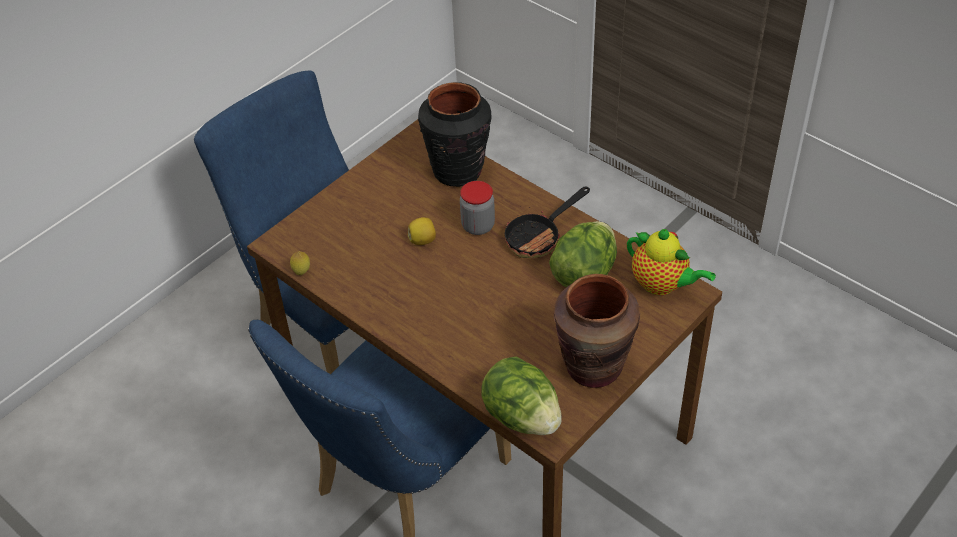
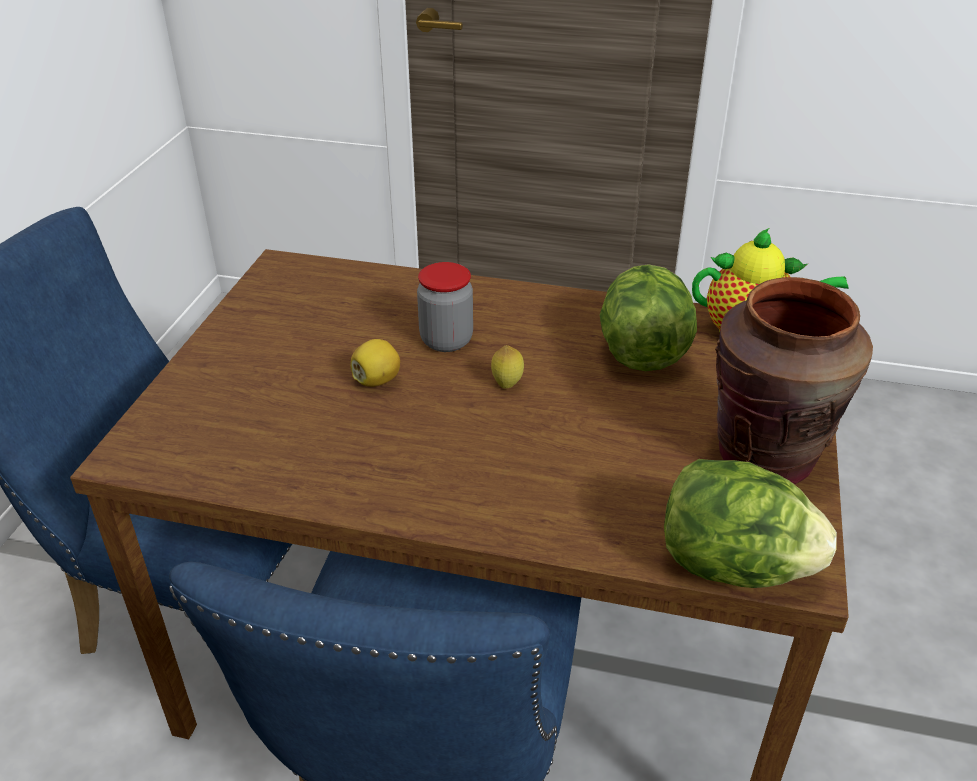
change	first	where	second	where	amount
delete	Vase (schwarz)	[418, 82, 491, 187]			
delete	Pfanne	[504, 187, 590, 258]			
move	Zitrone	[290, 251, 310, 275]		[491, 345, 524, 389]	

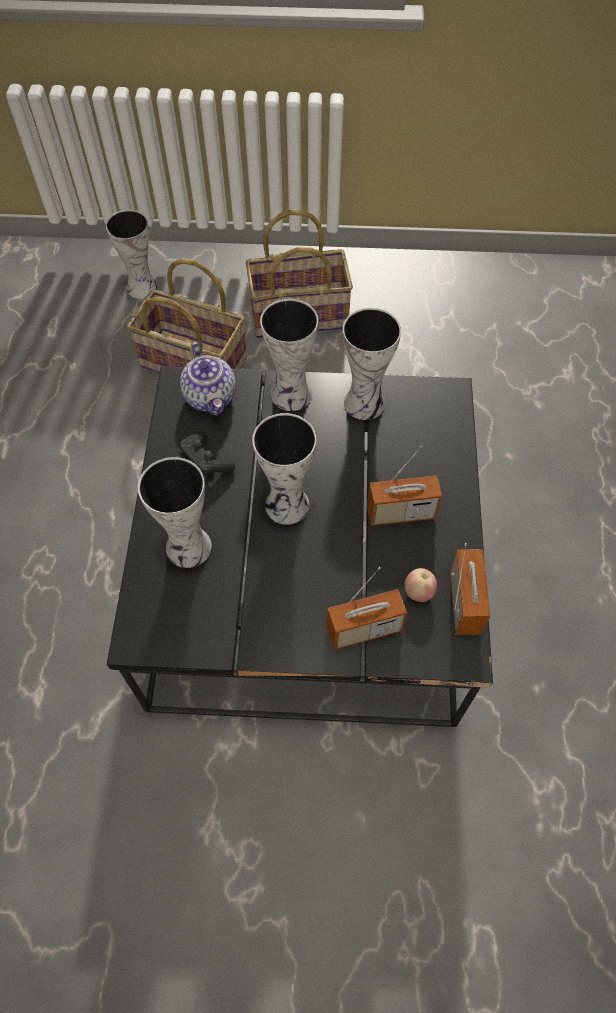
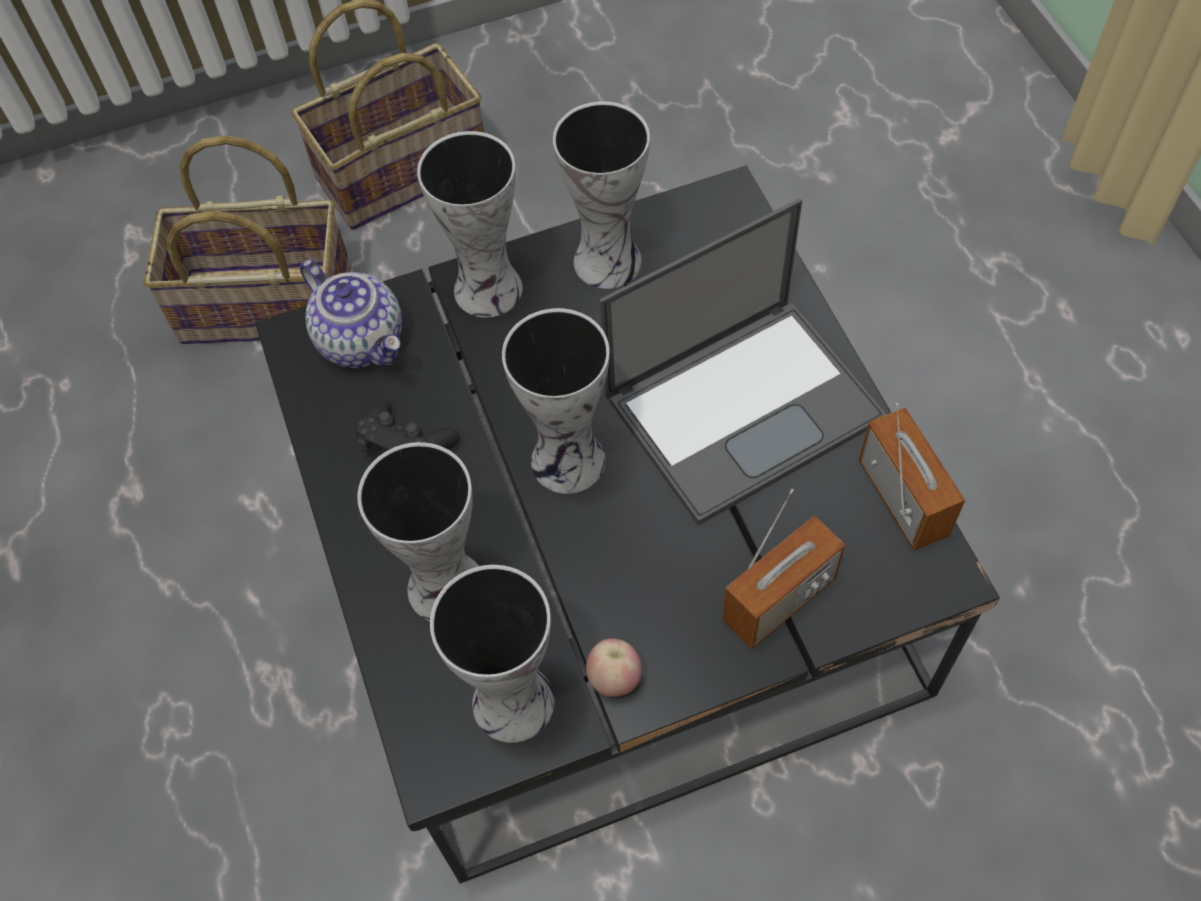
change	first	where	second	where	amount
move	Vase	[106, 210, 158, 299]		[430, 565, 554, 743]	
replace	Radio	[367, 445, 442, 526]	Laptop	[600, 198, 887, 526]	
move	Apfel	[404, 568, 437, 602]		[586, 638, 642, 697]	

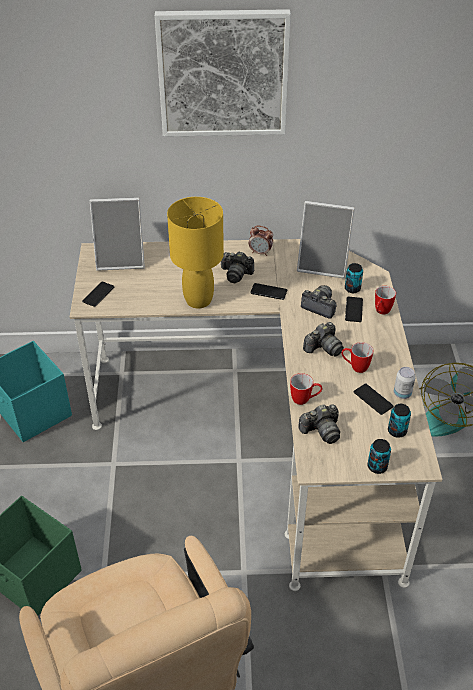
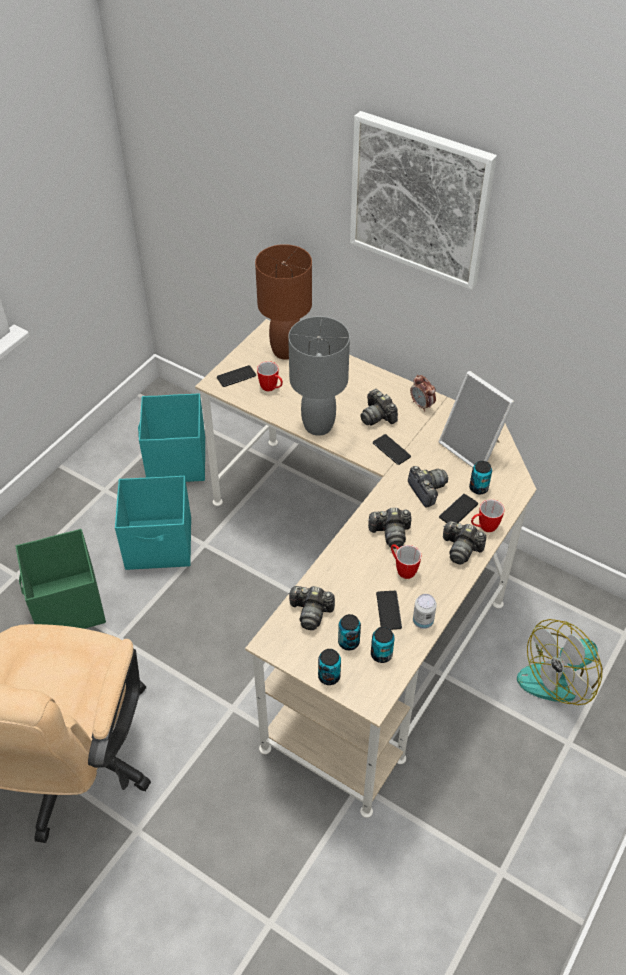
change	first	where	second	where	amount
replace	Bilderrahmen	[90, 197, 145, 271]	Tischlampe (braun)	[255, 244, 312, 360]	
recolor	Tischlampe (gelb)	[167, 197, 224, 309]	Tischlampe (grau)	[288, 316, 350, 436]	
move	Henkelbecher	[290, 373, 322, 405]		[257, 361, 283, 391]	
insert			Aufbewahrungsbox (türkis)	[115, 476, 191, 570]	
insert			Kamera	[443, 521, 487, 564]	
insert			Dose	[338, 614, 361, 650]	

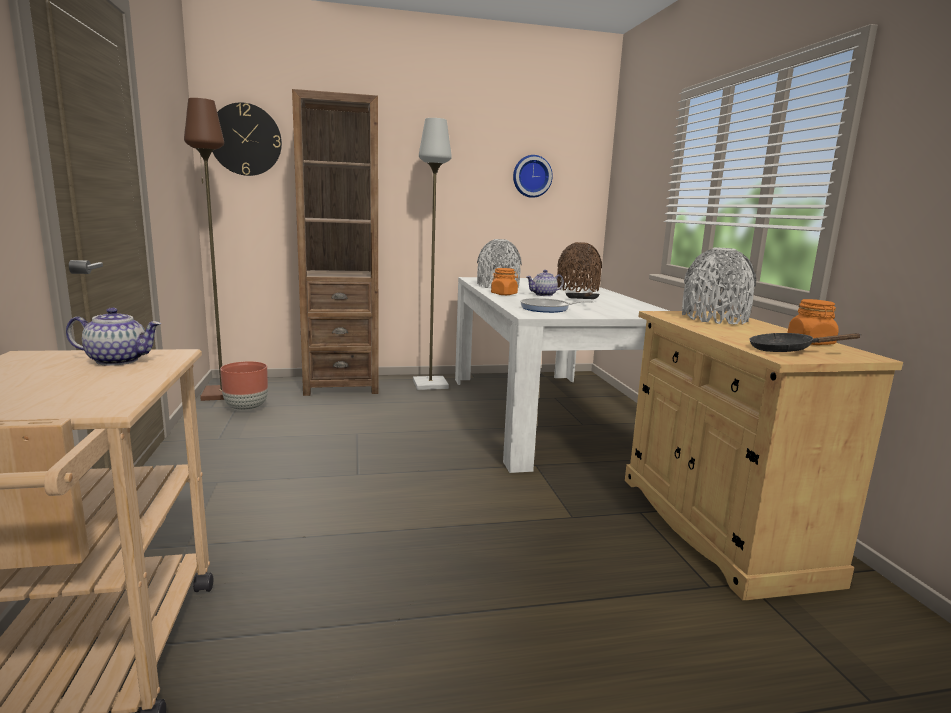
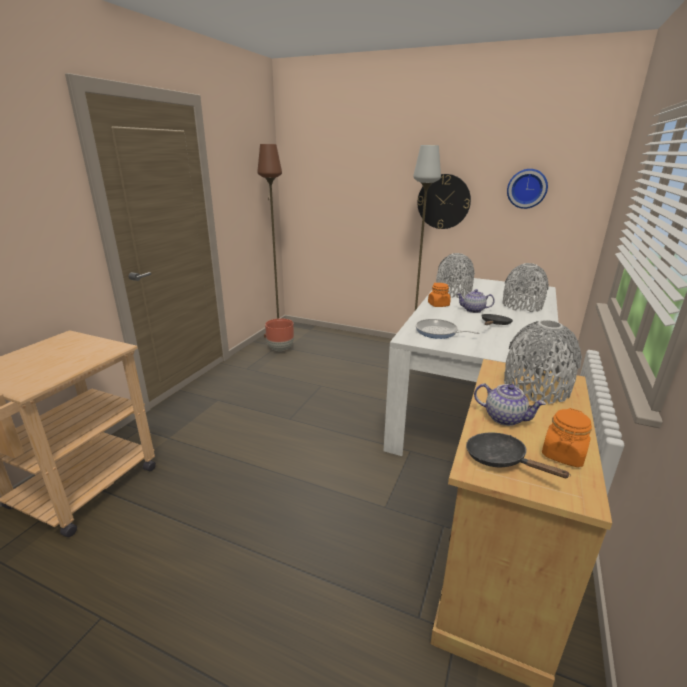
change	first	where	second	where	amount
delete	Bücherregal (braun)	[292, 89, 379, 396]			
move	Wanduhr	[213, 102, 282, 176]		[418, 174, 471, 229]	
recolor	Vase (braun)	[557, 242, 602, 292]	Vase (grau)	[502, 263, 549, 312]	
move	Teekanne	[66, 308, 161, 366]		[474, 384, 546, 426]	

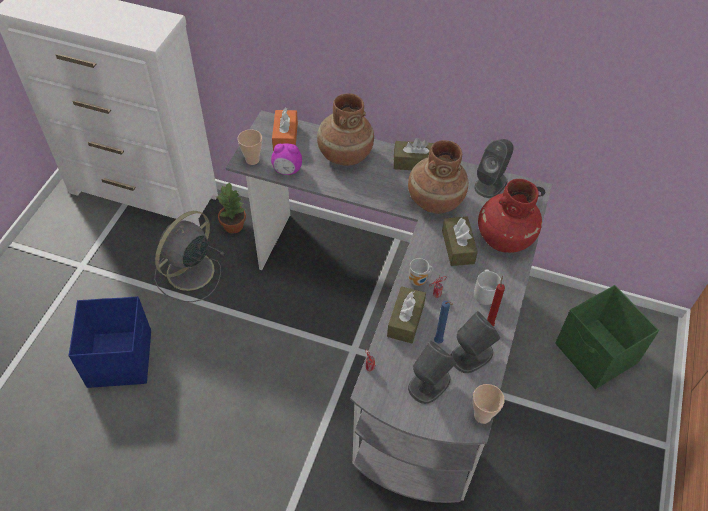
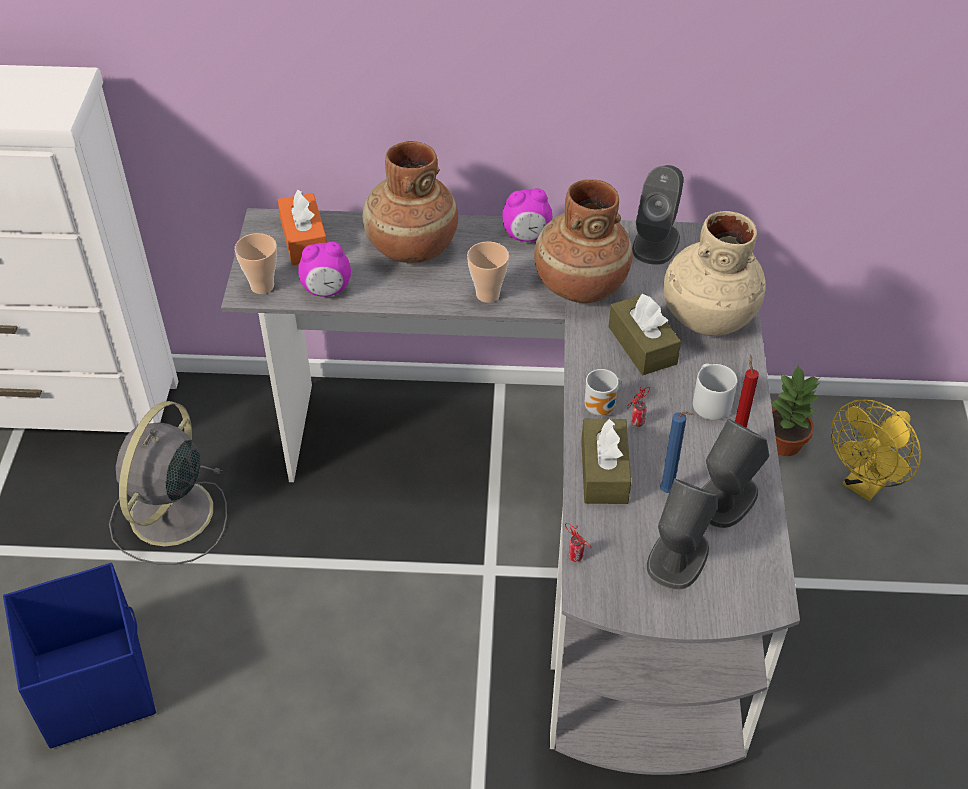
change	first	where	second	where	amount
replace	Taschentuchbox (braun)	[394, 138, 434, 170]	Wecker	[502, 188, 552, 242]	
recolor	Vase (rot)	[478, 179, 542, 253]	Vase (beige)	[663, 211, 765, 336]	
move	Topfpflanze	[215, 182, 246, 233]		[771, 365, 821, 456]	
replace	Aufbewahrungsbox (grün)	[555, 285, 659, 389]	Ventilator (gelb)	[831, 400, 921, 501]	
move	Tasse	[472, 384, 505, 424]		[467, 241, 509, 303]	

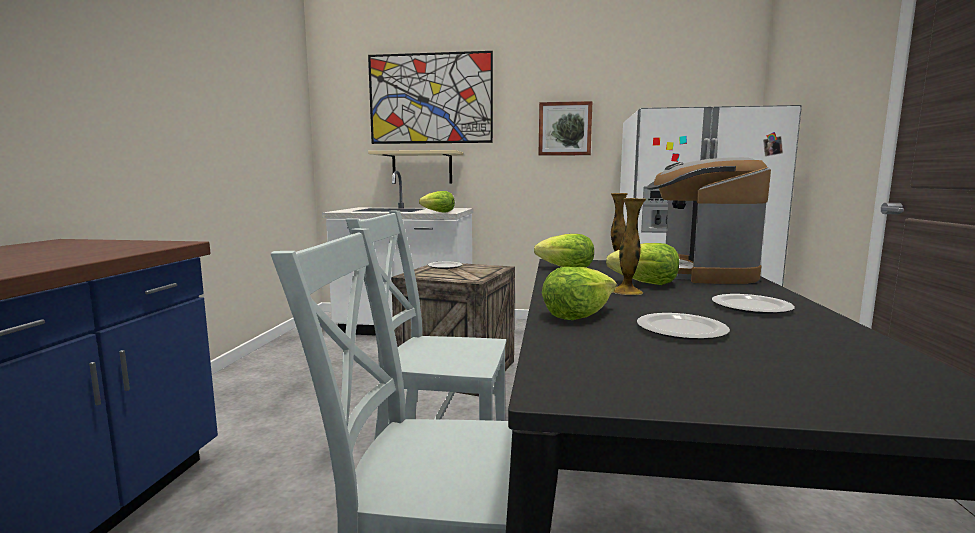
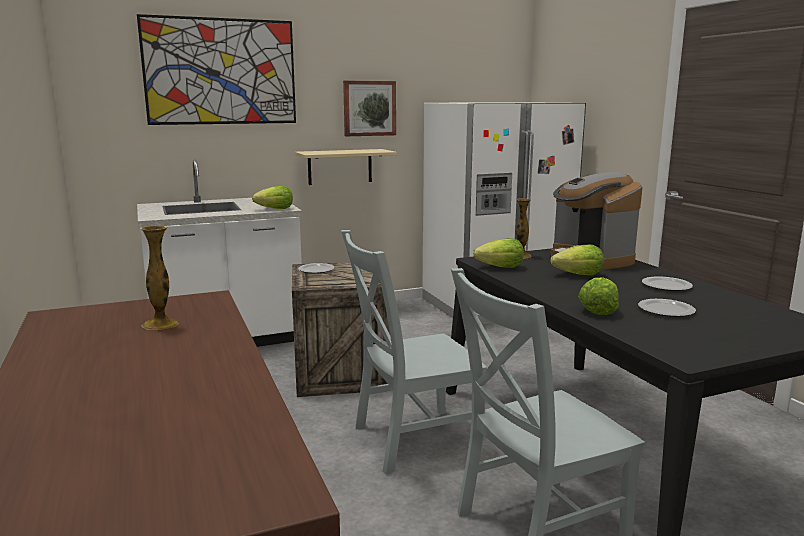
change	first	where	second	where	amount
move	Wandregal (beige)	[368, 150, 463, 184]		[295, 149, 397, 185]	
move	Vase	[613, 198, 646, 295]		[141, 226, 179, 330]	

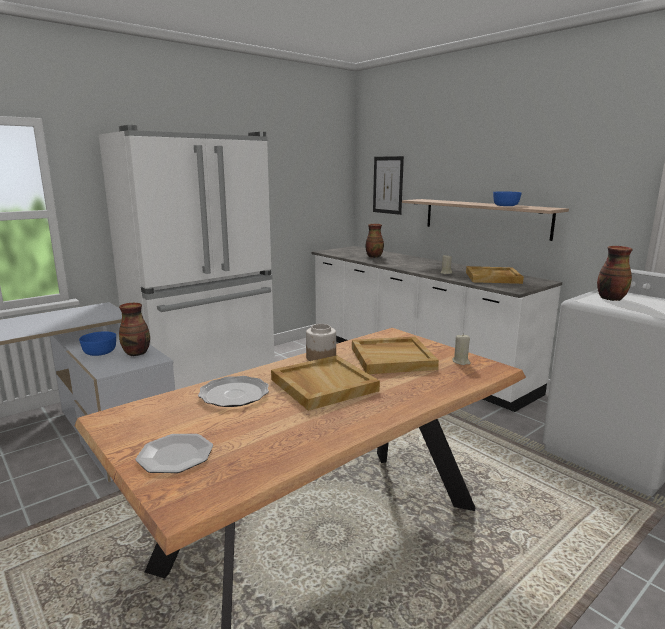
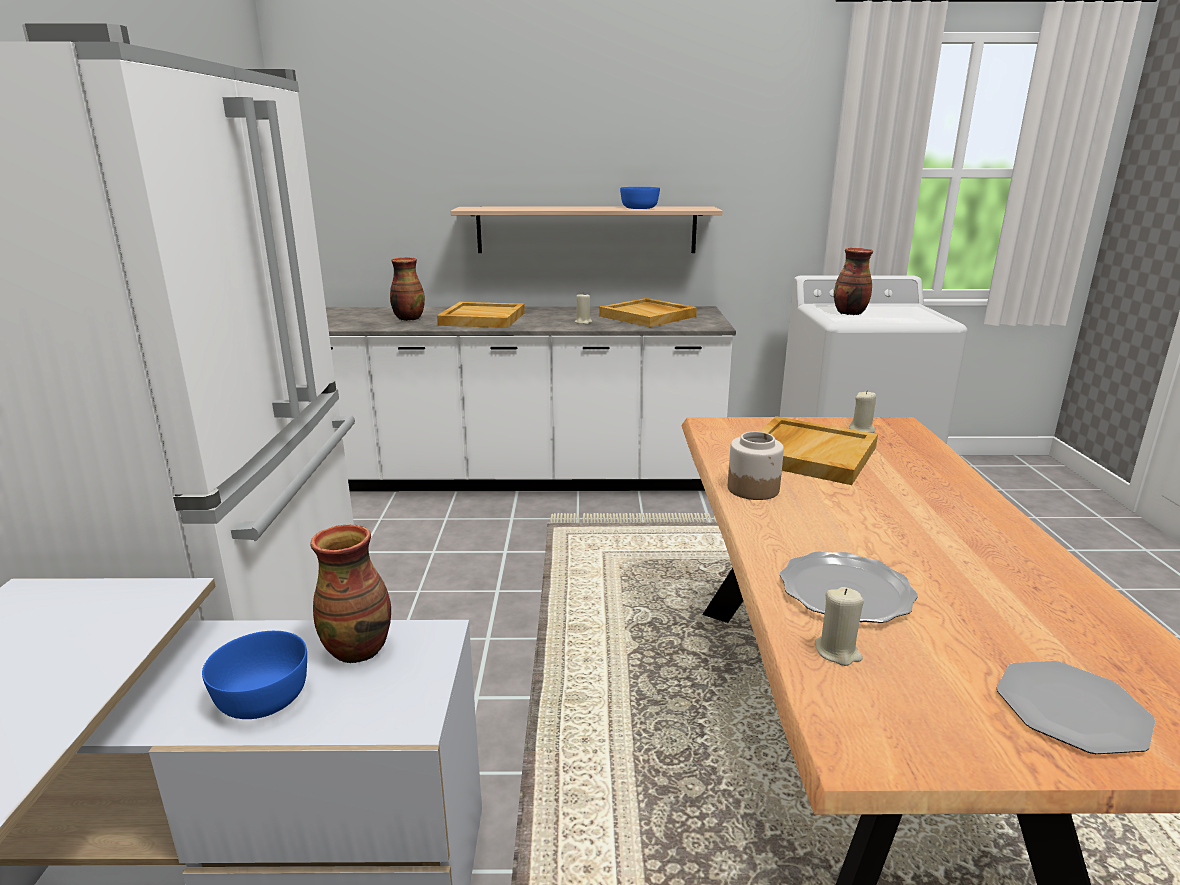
change	first	where	second	where	amount
delete	Bild	[373, 156, 404, 215]			
move	Tablett (beige)	[271, 355, 380, 411]		[437, 302, 525, 328]	
insert			Kerze (beige)	[815, 587, 864, 666]	

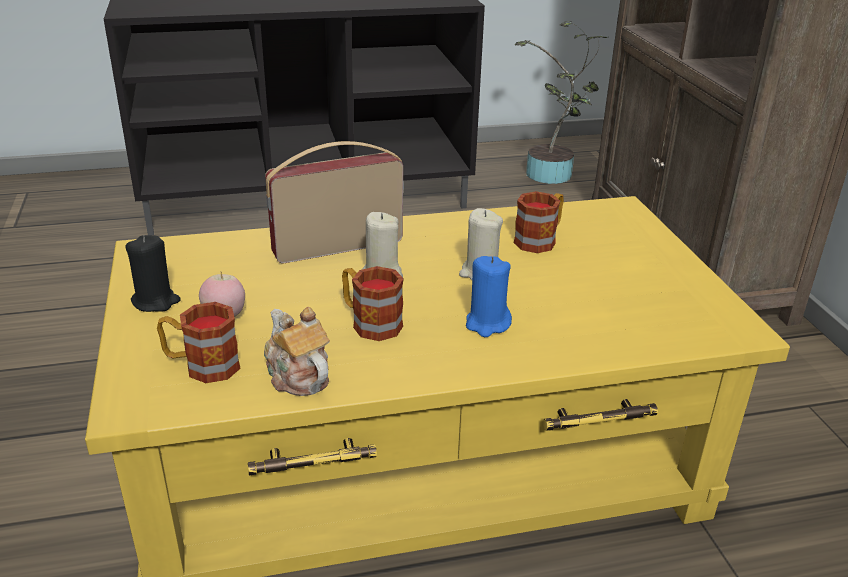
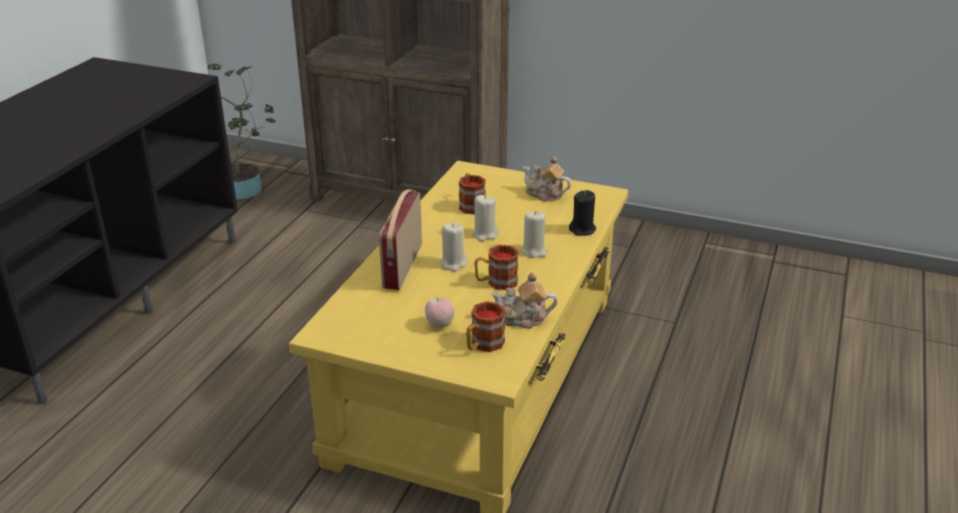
change	first	where	second	where	amount
move	Kerze (schwarz)	[125, 235, 181, 312]		[569, 190, 596, 236]	
recolor	Kerze (blau)	[466, 256, 512, 337]	Kerze (beige)	[521, 211, 547, 258]	
insert			Teekanne	[523, 156, 571, 201]	

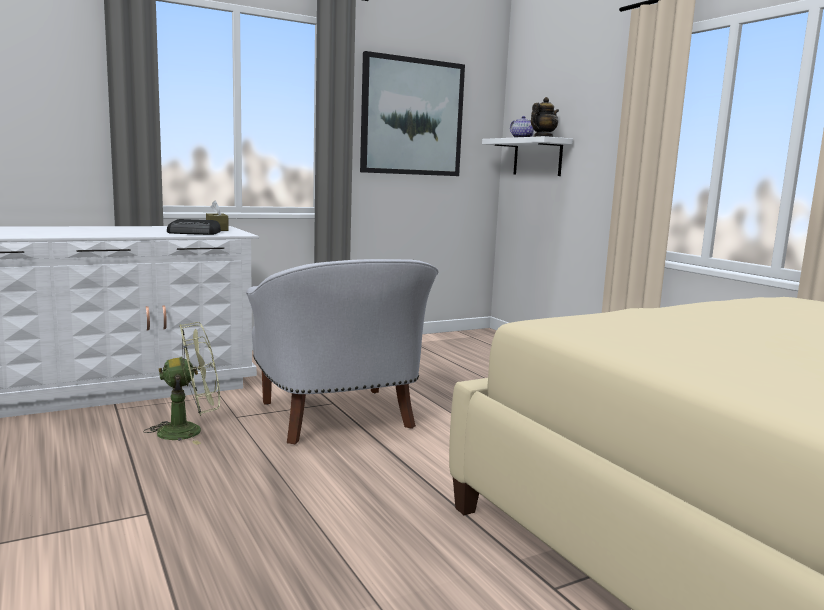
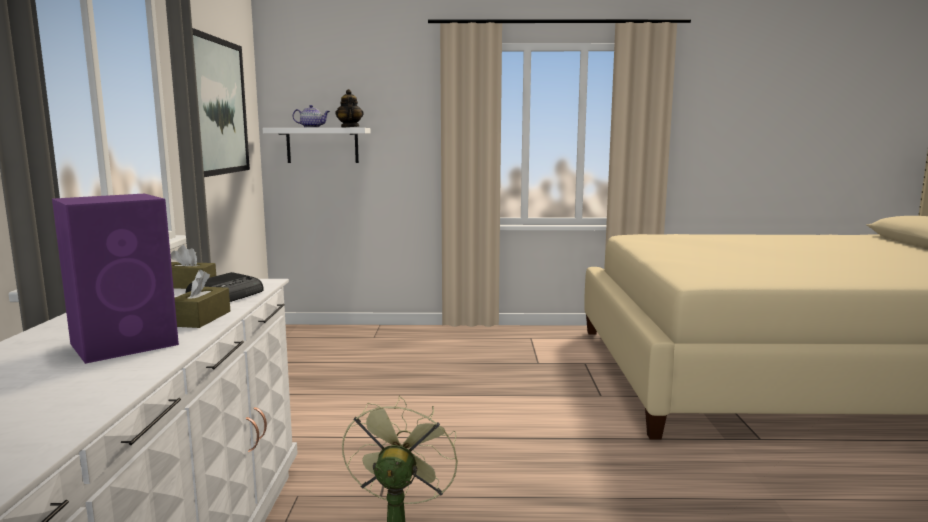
change	first	where	second	where	amount
delete	Sessel (weiß)	[246, 259, 439, 444]			
insert			Lautsprecher (lila)	[52, 193, 179, 364]	
insert			Taschentuchbox (braun)	[175, 269, 230, 328]	

